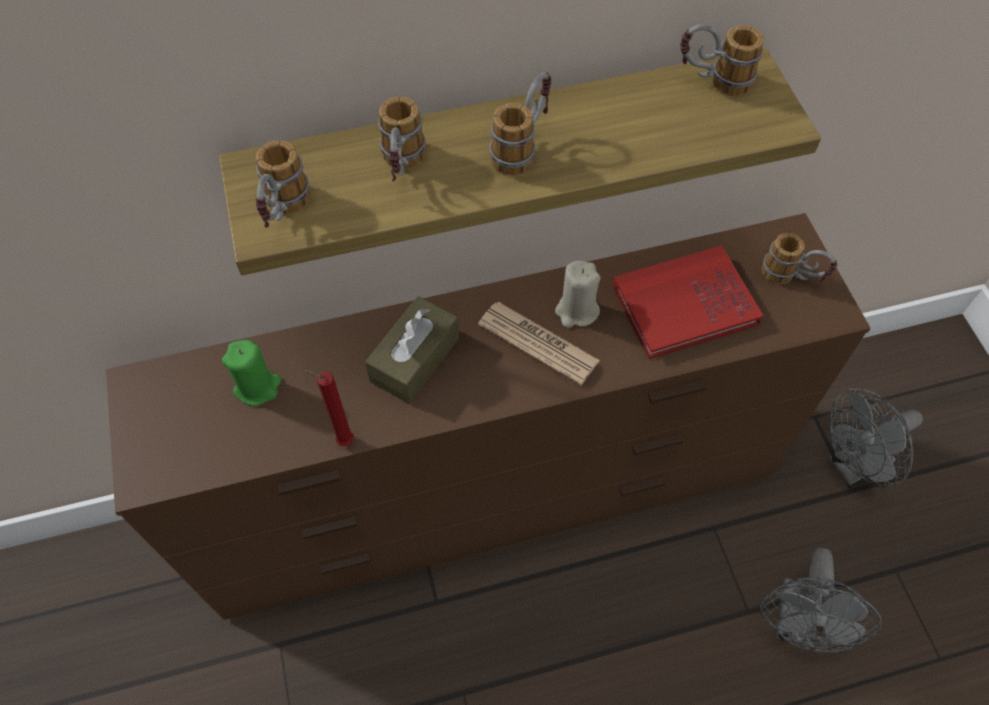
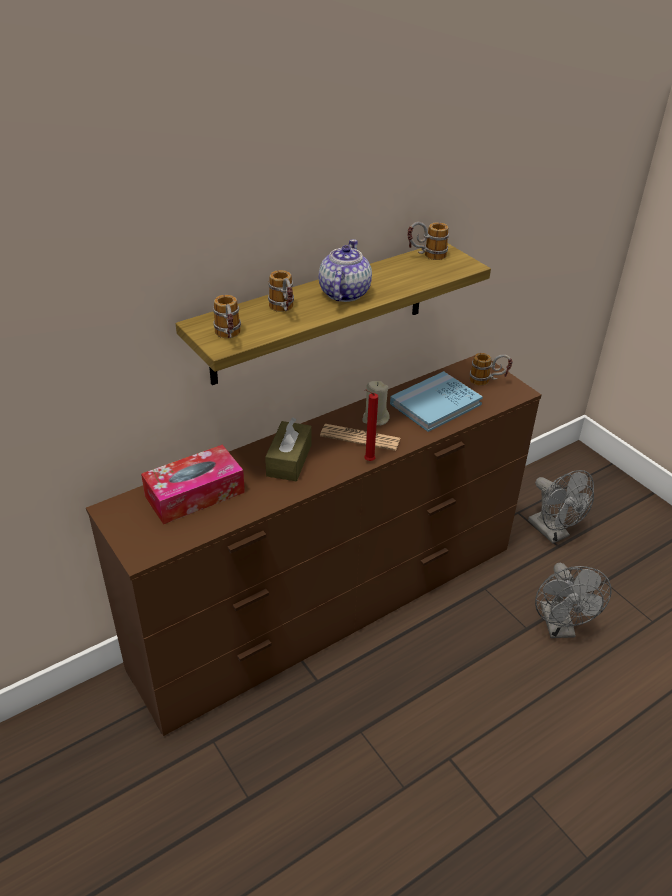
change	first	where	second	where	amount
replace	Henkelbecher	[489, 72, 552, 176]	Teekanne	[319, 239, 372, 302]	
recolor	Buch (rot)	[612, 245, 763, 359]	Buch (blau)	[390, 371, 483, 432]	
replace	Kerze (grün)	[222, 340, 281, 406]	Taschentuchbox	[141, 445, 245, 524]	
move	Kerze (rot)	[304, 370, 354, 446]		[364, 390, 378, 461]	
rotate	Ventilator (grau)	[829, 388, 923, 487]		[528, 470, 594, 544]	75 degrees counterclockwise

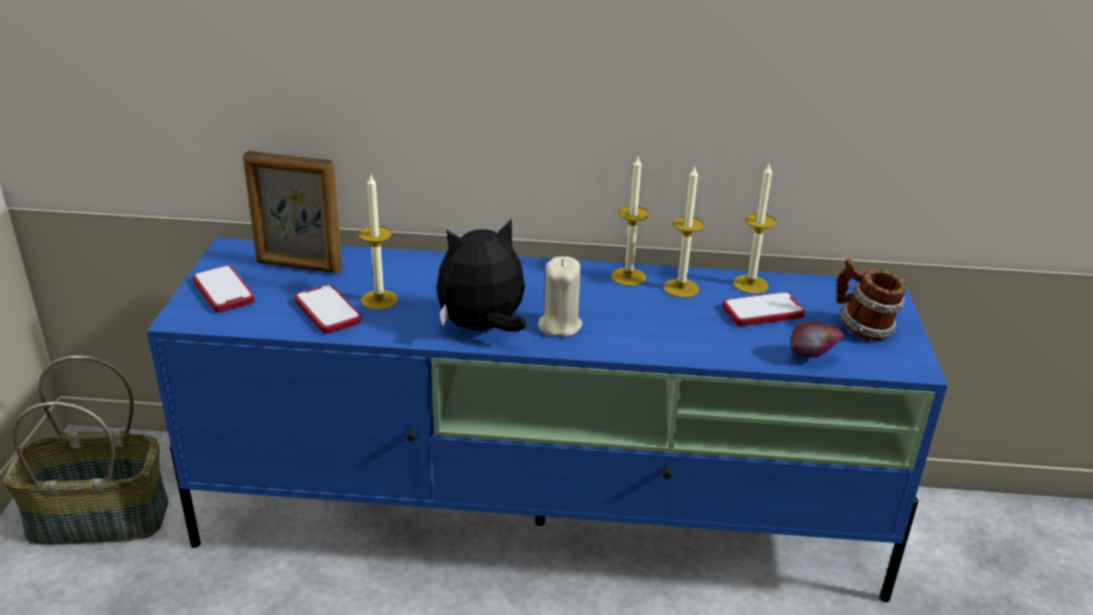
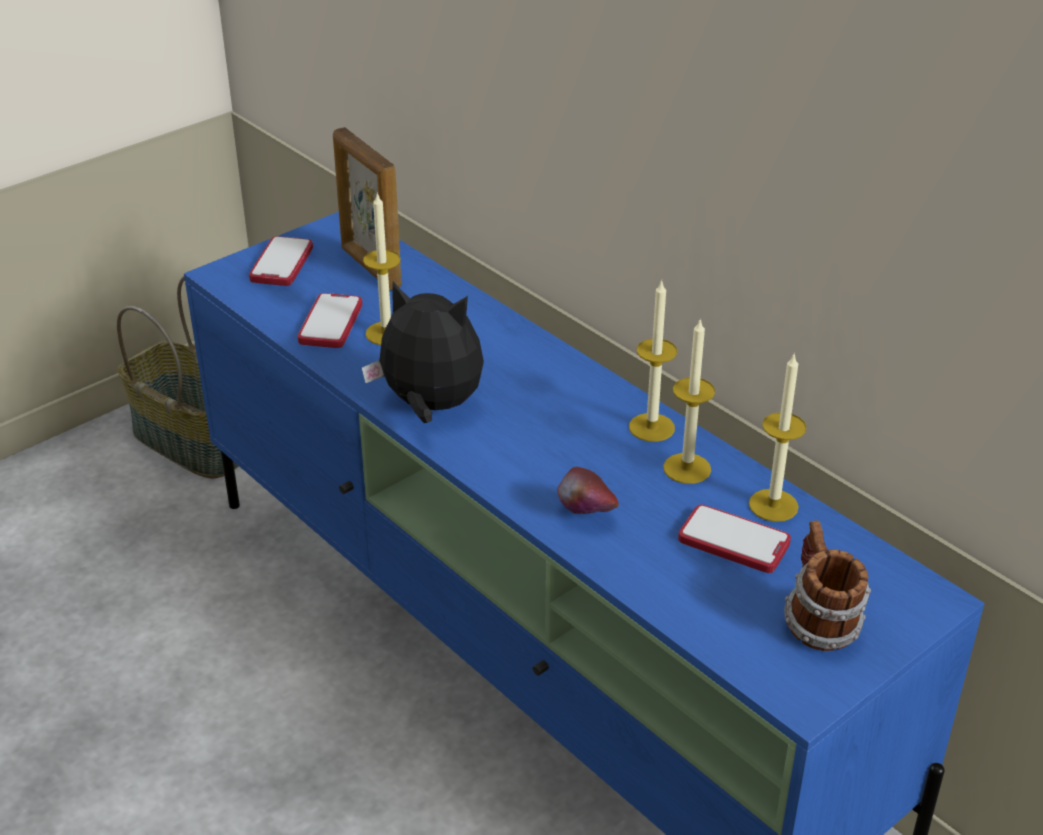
change	first	where	second	where	amount
delete	Kerze (beige)	[538, 256, 582, 337]			
move	Apfel	[791, 322, 844, 358]		[557, 467, 619, 514]	

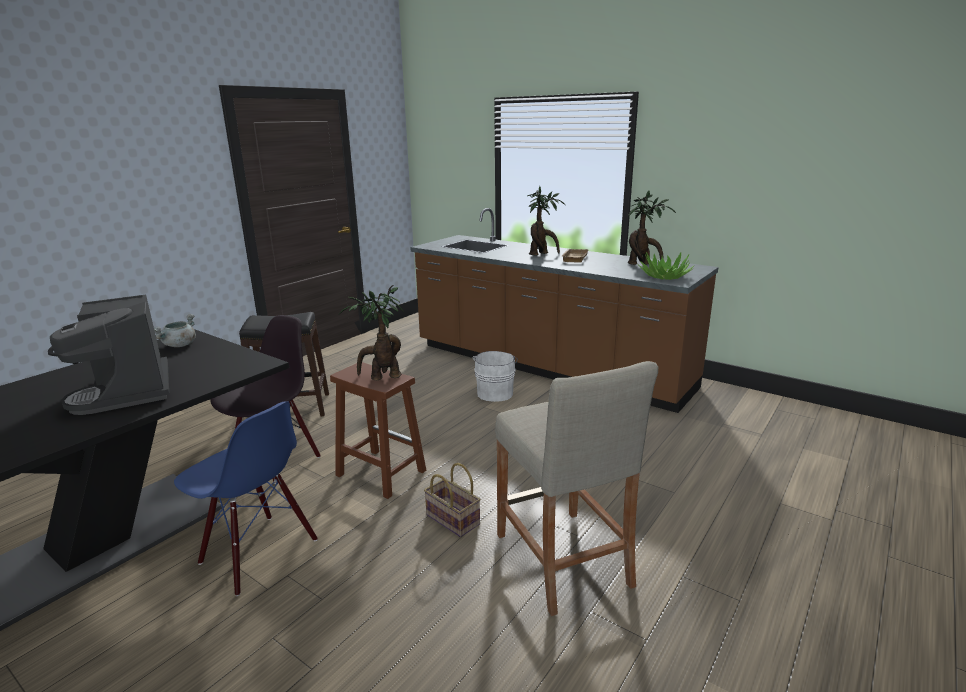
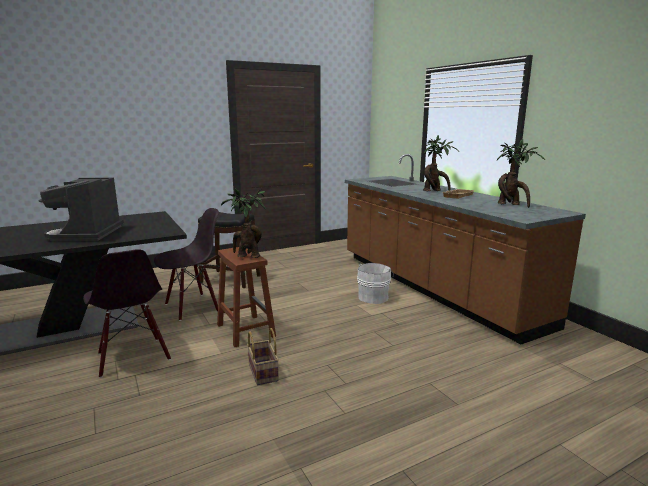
change	first	where	second	where	amount
delete	Topfpflanze	[637, 252, 694, 280]			
delete	Kochtopf (grau)	[154, 314, 196, 347]			
delete	Hocker (beige)	[495, 361, 658, 616]			
recolor	Stuhl (blau)	[174, 401, 318, 596]	Stuhl (schwarz)	[83, 249, 171, 378]	

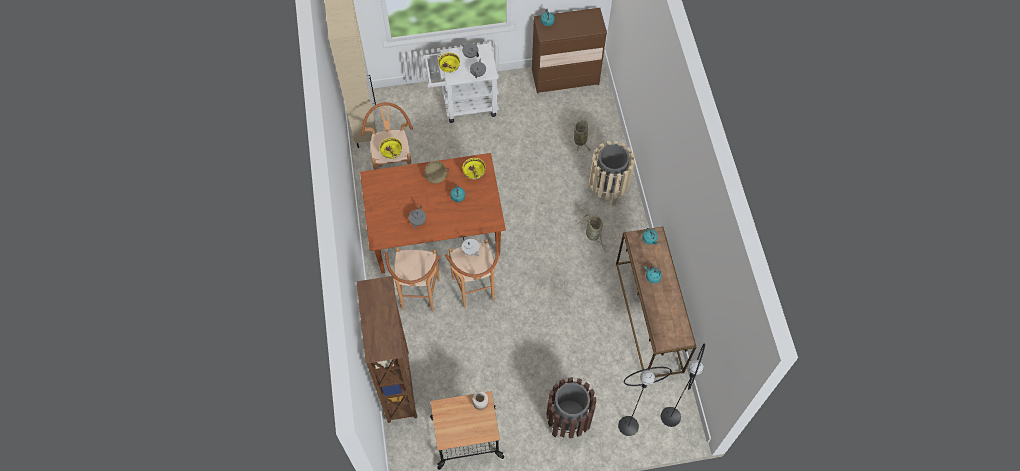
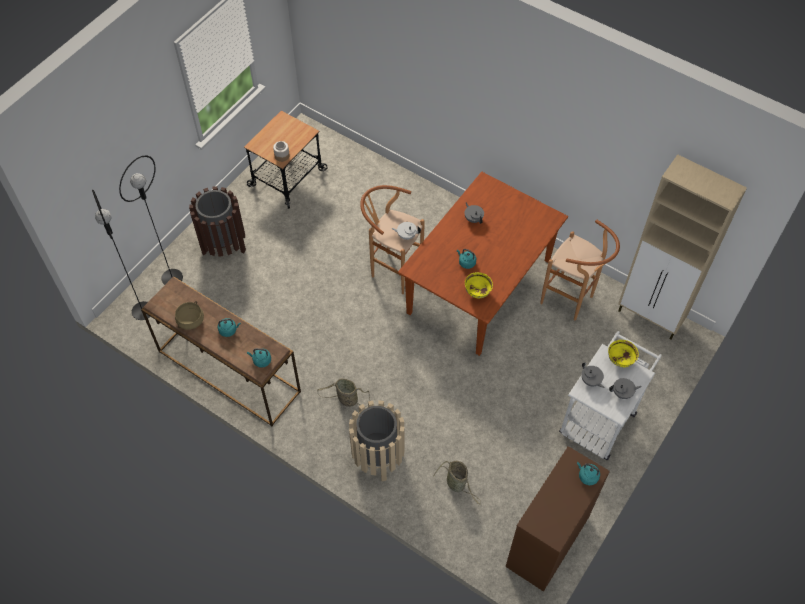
change	first	where	second	where	amount
delete	Schüssel (gelb)	[379, 138, 402, 159]			
move	Kochtopf (beige)	[423, 161, 449, 184]		[175, 301, 204, 330]	
delete	Hocker (braun)	[385, 248, 440, 311]			
delete	Bücherregal (braun)	[357, 276, 417, 423]			

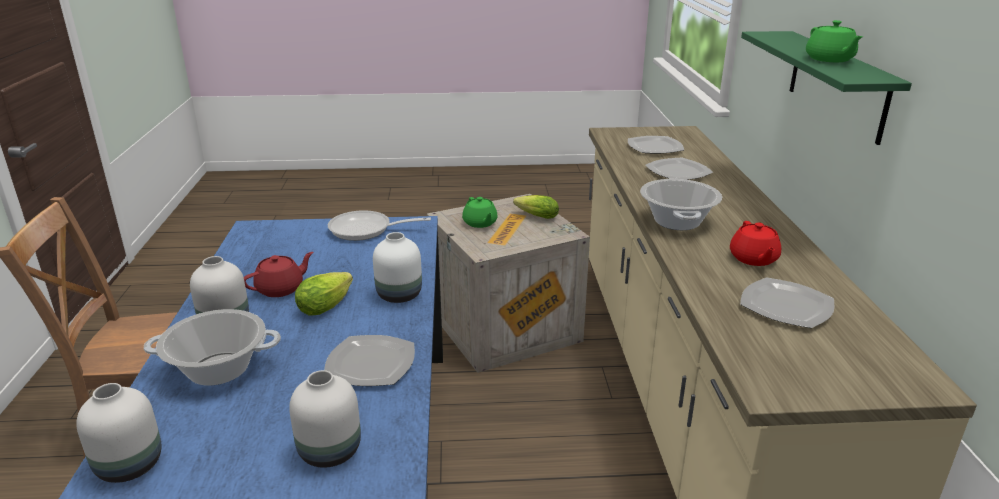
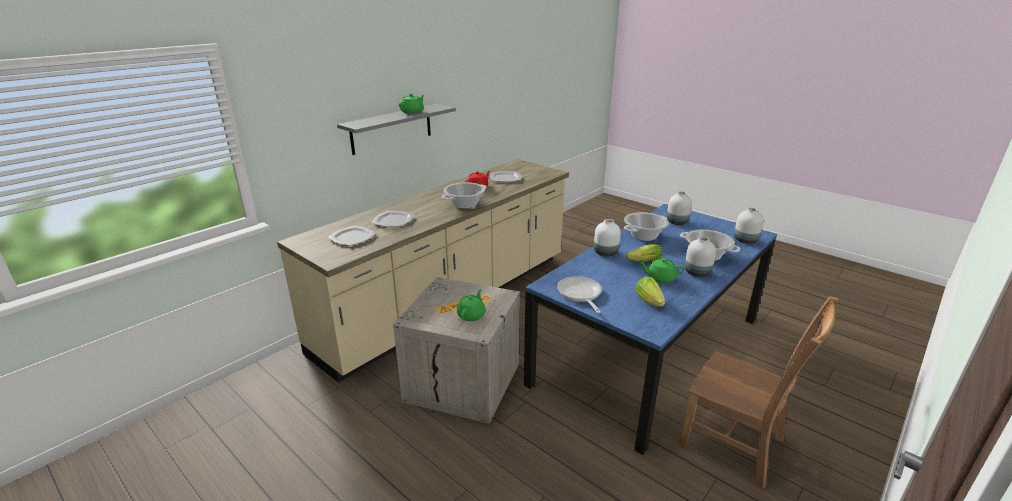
change	first	where	second	where	amount
recolor	Wandregal (grün)	[741, 31, 912, 145]	Wandregal (grau)	[337, 104, 456, 155]	
move	Salatkopf	[513, 195, 559, 219]		[636, 276, 665, 307]	
rotate	Pfanne	[328, 210, 431, 241]		[557, 276, 602, 313]	150 degrees counterclockwise
recolor	Teekanne (rot)	[244, 252, 314, 297]	Teekanne (grün)	[639, 258, 685, 283]	
replace	Teller	[324, 335, 415, 386]	Kochtopf	[624, 212, 669, 241]	

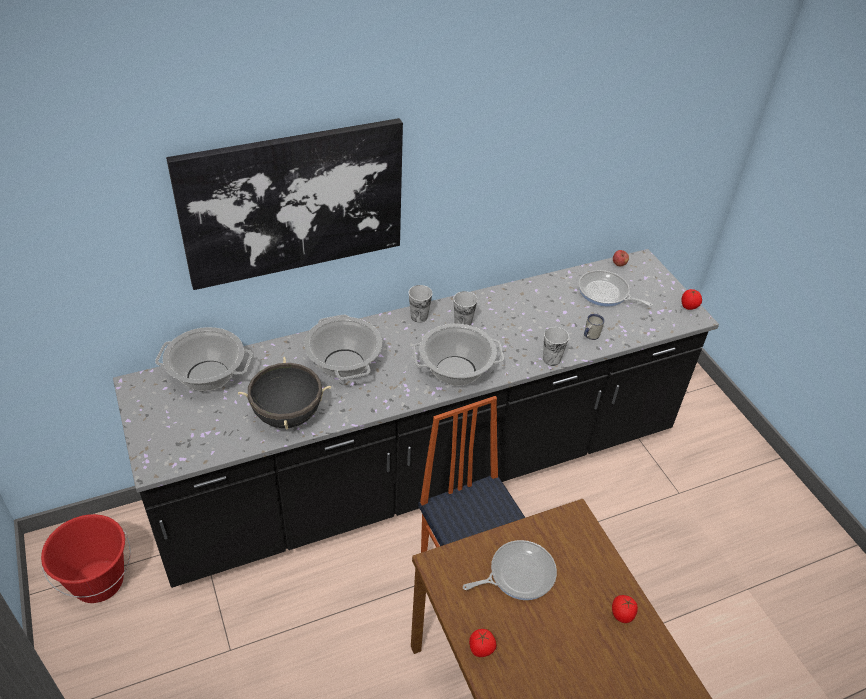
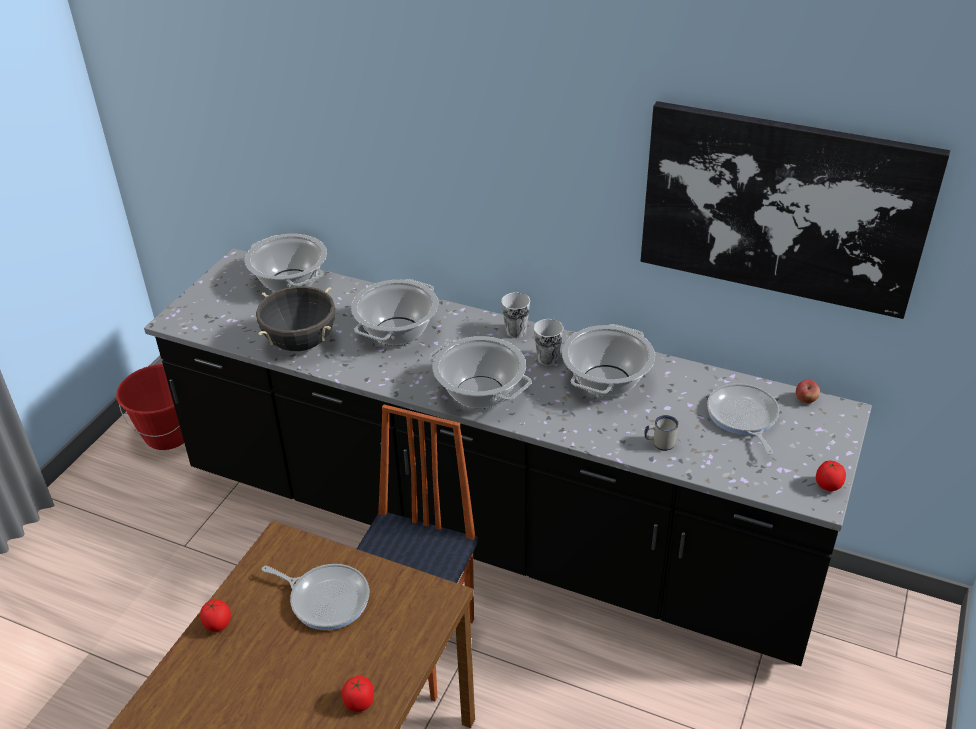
change	first	where	second	where	amount
move	Bild	[166, 118, 403, 290]		[641, 101, 950, 319]	
delete	Tasse	[543, 327, 569, 366]			
insert			Kochtopf	[562, 324, 655, 397]	

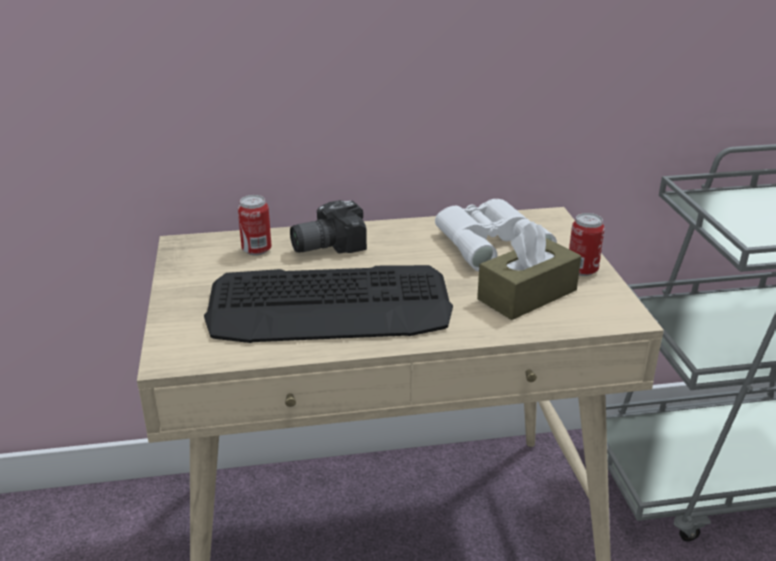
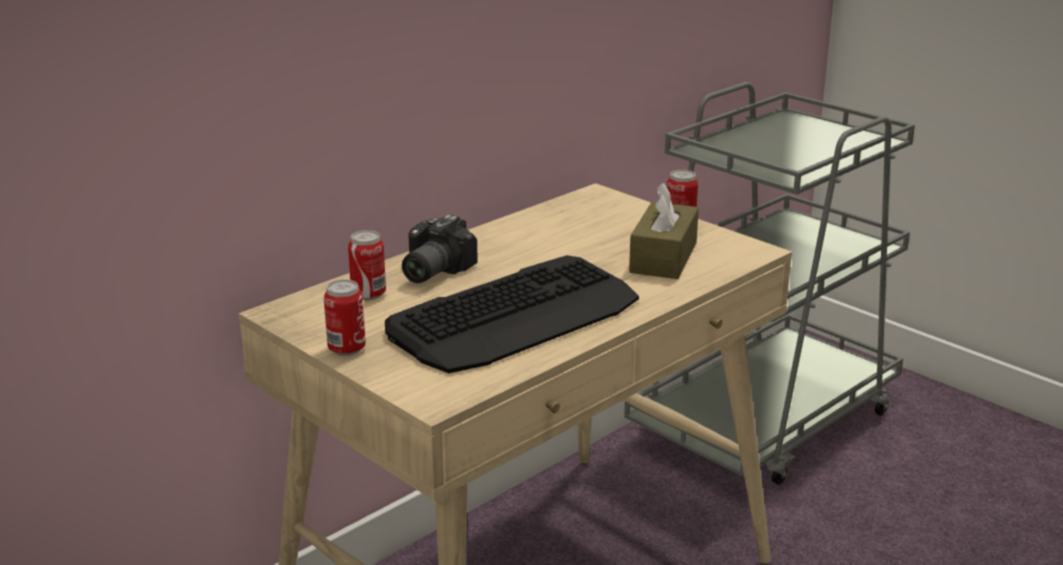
change	first	where	second	where	amount
delete	Fernglas (weiß)	[435, 199, 557, 271]			
insert			Dose	[324, 279, 366, 356]	

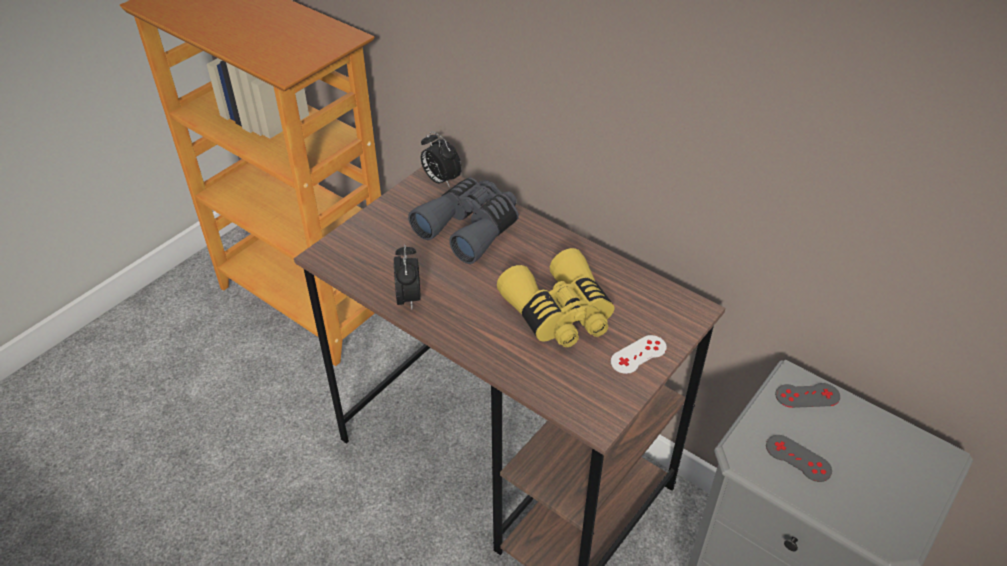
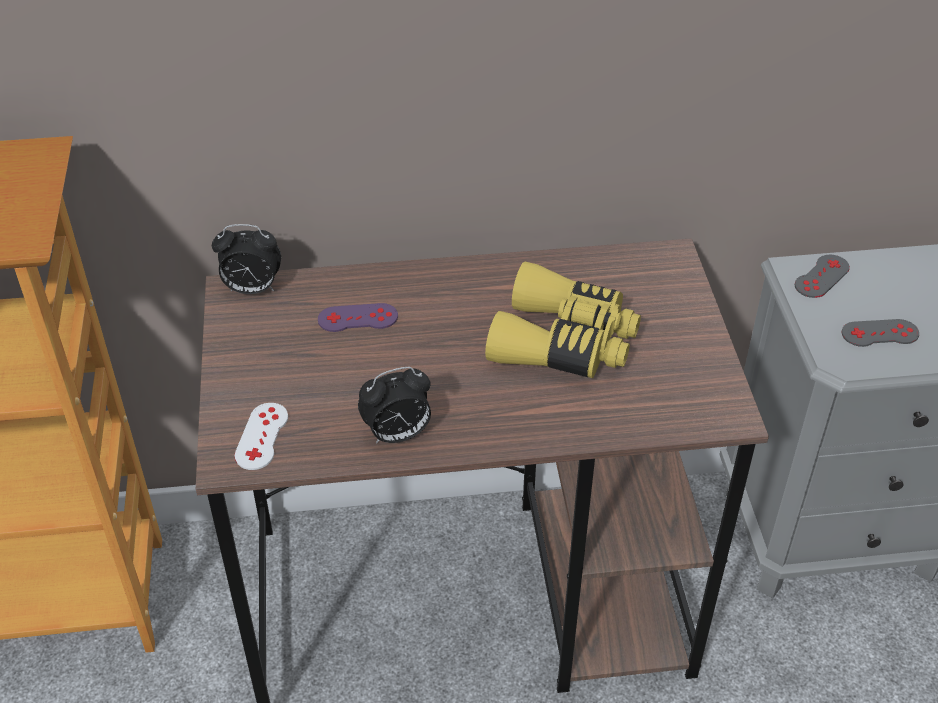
change	first	where	second	where	amount
replace	Fernglas (grau)	[408, 177, 519, 264]	Gamepad (lila)	[318, 303, 398, 332]	
rotate	Wecker	[394, 244, 421, 309]		[358, 367, 431, 444]	120 degrees clockwise
move	Gamepad (weiß)	[610, 335, 667, 374]		[234, 403, 288, 470]	

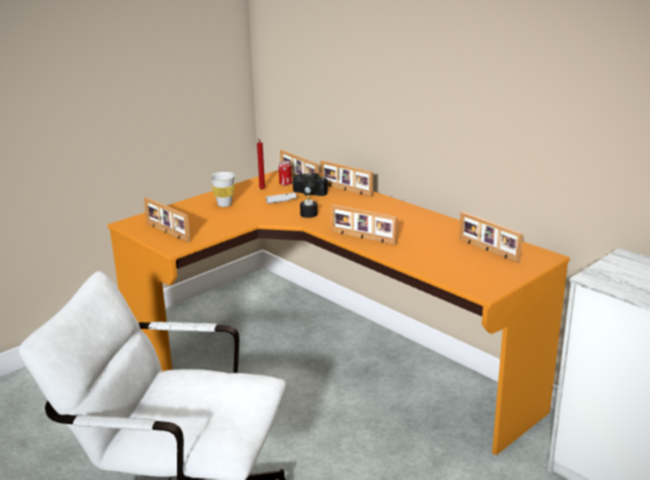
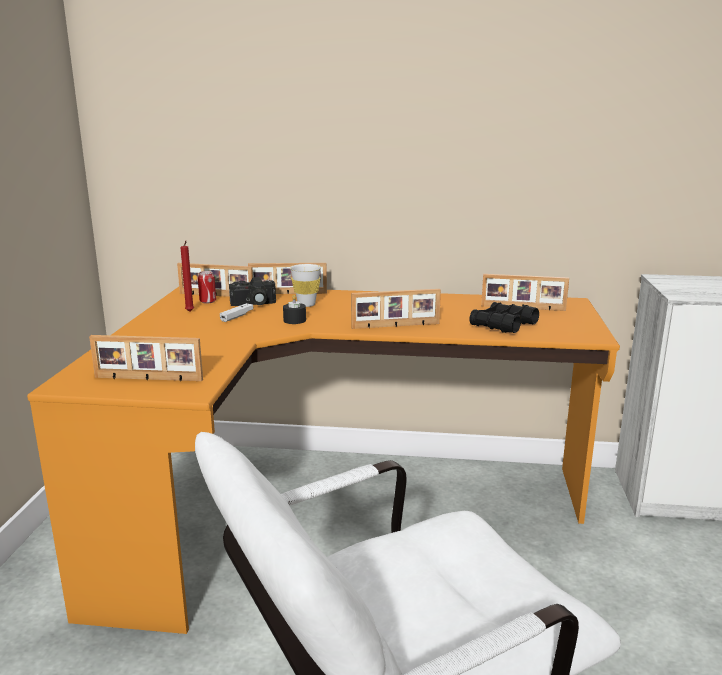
change	first	where	second	where	amount
move	Tasse (weiß)	[210, 172, 235, 207]		[290, 264, 321, 307]	
insert			Fernglas (schwarz)	[469, 302, 539, 333]	

